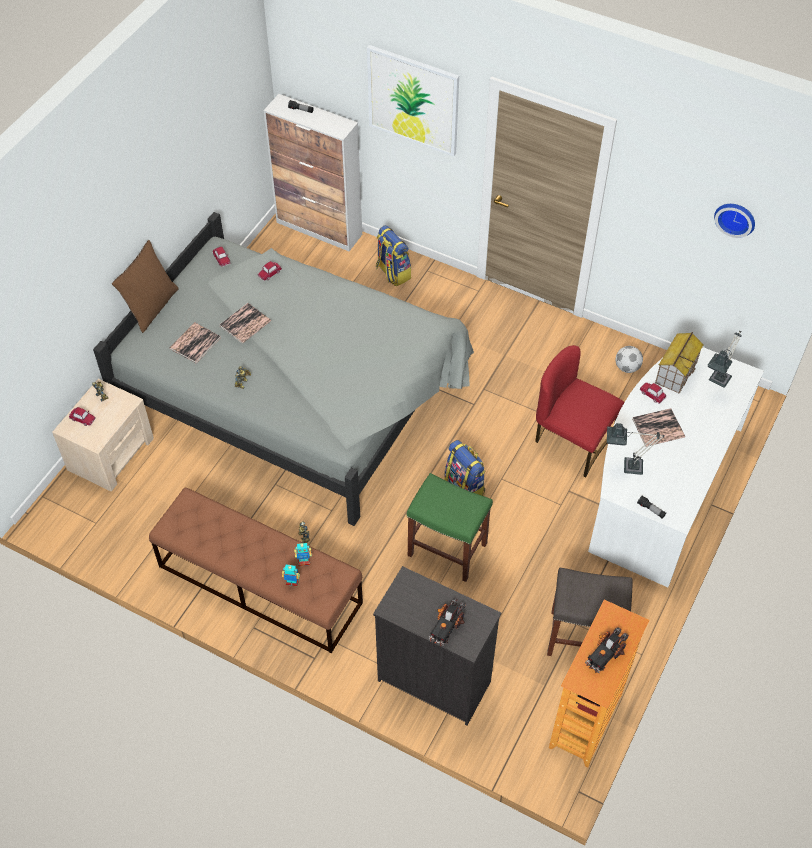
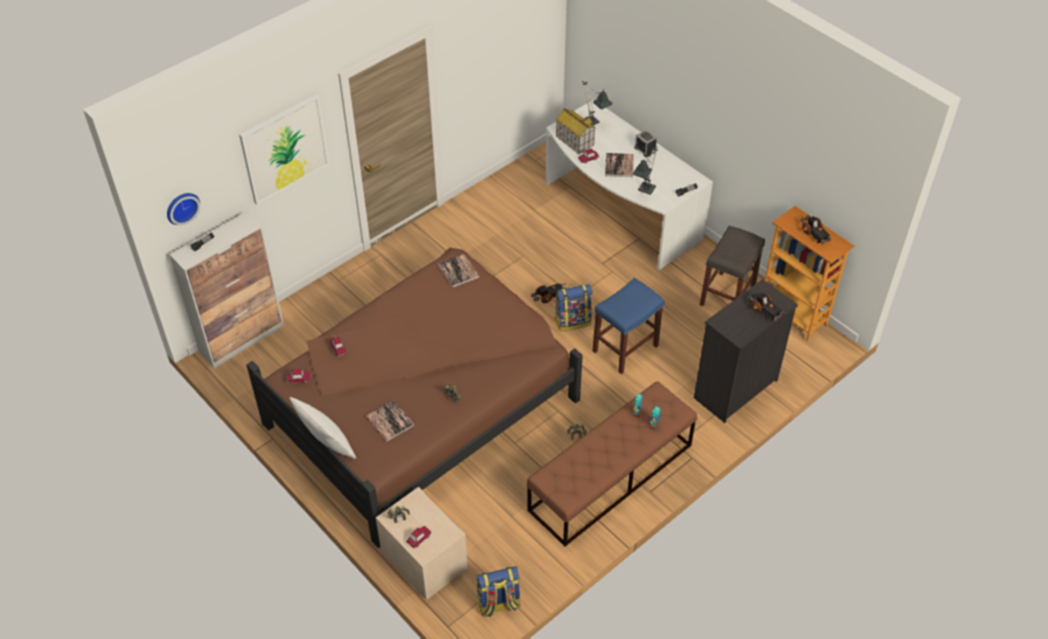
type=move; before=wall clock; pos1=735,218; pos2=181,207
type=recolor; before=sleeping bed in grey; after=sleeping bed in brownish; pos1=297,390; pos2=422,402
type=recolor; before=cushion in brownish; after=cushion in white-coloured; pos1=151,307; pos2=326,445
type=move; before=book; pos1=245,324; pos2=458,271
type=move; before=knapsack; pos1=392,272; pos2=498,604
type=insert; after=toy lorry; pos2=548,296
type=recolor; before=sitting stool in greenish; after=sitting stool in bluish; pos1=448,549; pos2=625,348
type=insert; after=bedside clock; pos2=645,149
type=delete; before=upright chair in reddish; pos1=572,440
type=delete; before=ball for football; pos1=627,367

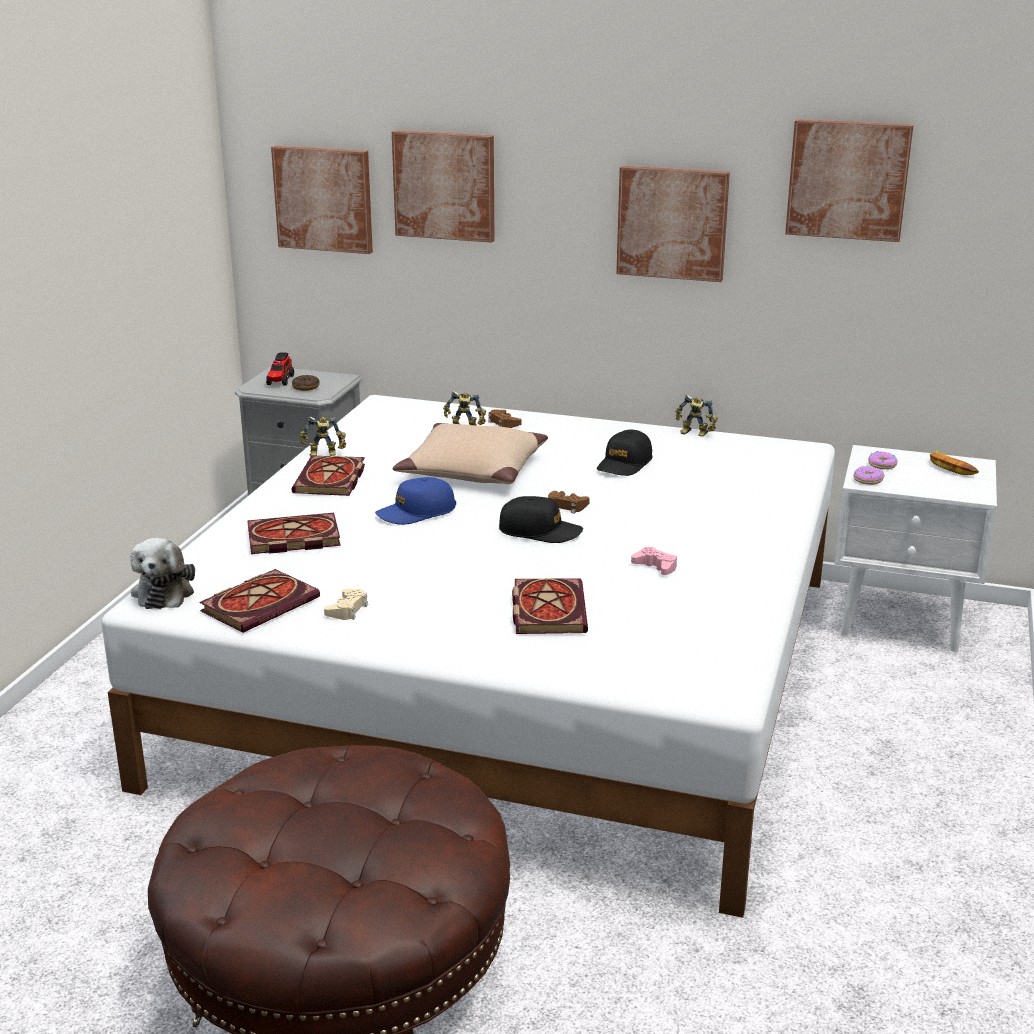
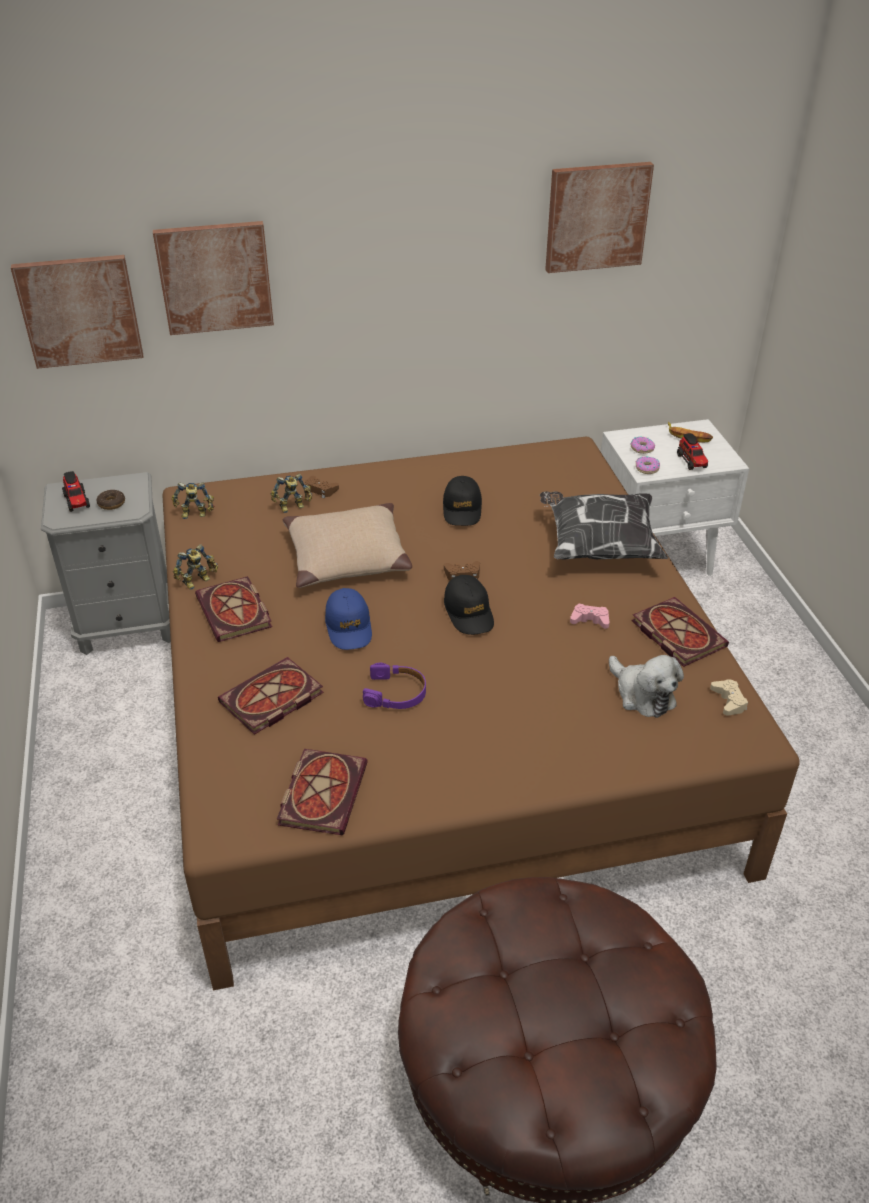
type=recolor; before=sleeping bed in white-coloured; after=sleeping bed in brownish; pos1=518,674; pos2=435,717
type=move; before=robot figure; pos1=694,434; pos2=195,515
type=rotate; before=baseball cap in bluish; pos1=416,512; pos2=349,626; turn=-45
type=insert; after=pair of headphones in purple-coloured; pos2=396,693
type=rotate; before=baseball cap in black-coloured; pos1=540,531; pos2=469,612; turn=90
type=insert; after=cushion; pos2=598,546
type=move; before=soft toy; pos1=164,591; pos2=642,694
type=move; before=book; pos1=547,609; pos2=675,633
type=insert; after=toy lorry; pos2=692,462
type=move; before=game controller in beige; pos1=347,609; pos2=728,701
type=delete; before=picture; pos1=672,223

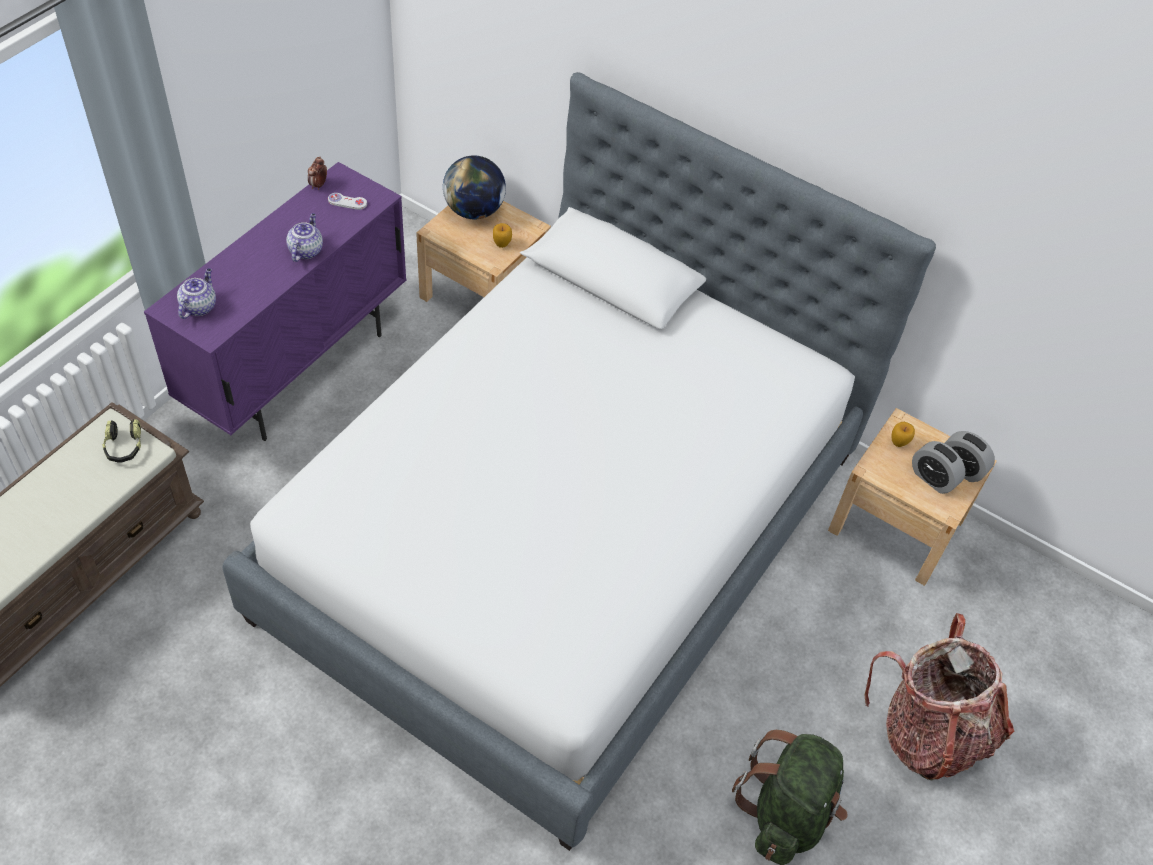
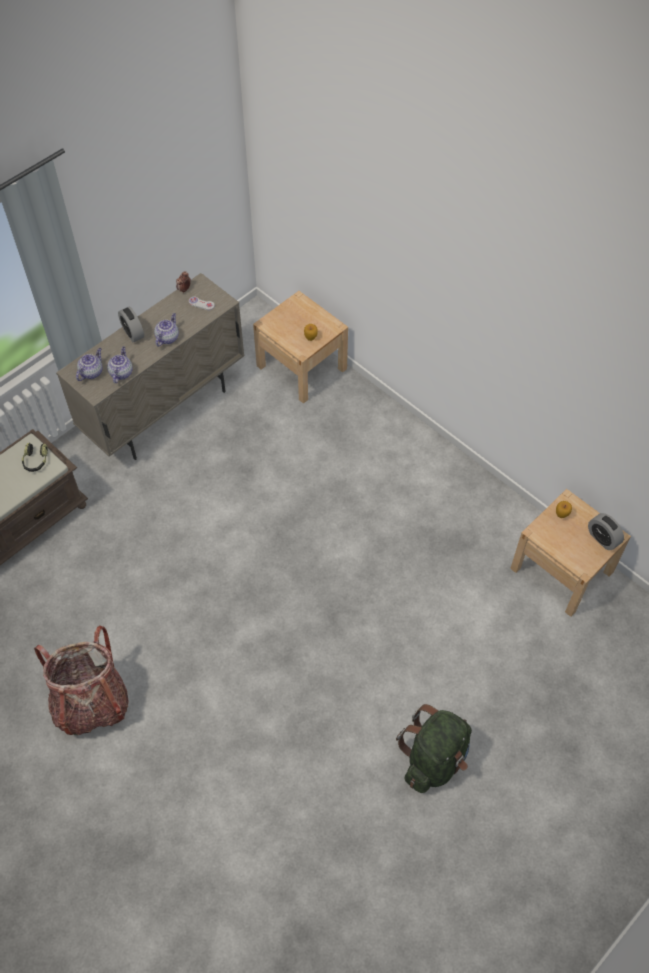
type=move; before=knapsack; pos1=928,733; pos2=91,703
type=recolor; before=cupboard in purple-coloured; after=cupboard in beige; pos1=299,369; pos2=165,411
type=insert; after=tea pot; pos2=121,373
type=move; before=bedside clock; pos1=932,478; pos2=133,333
type=delete; before=sleeping bed; pos1=566,535
type=delete; before=globe; pos1=474,211

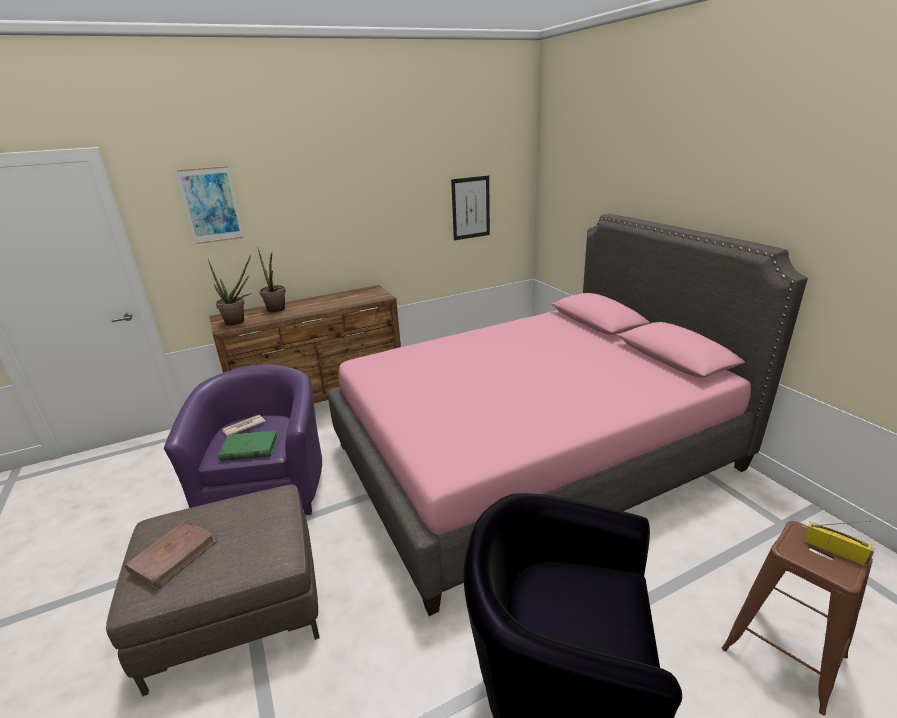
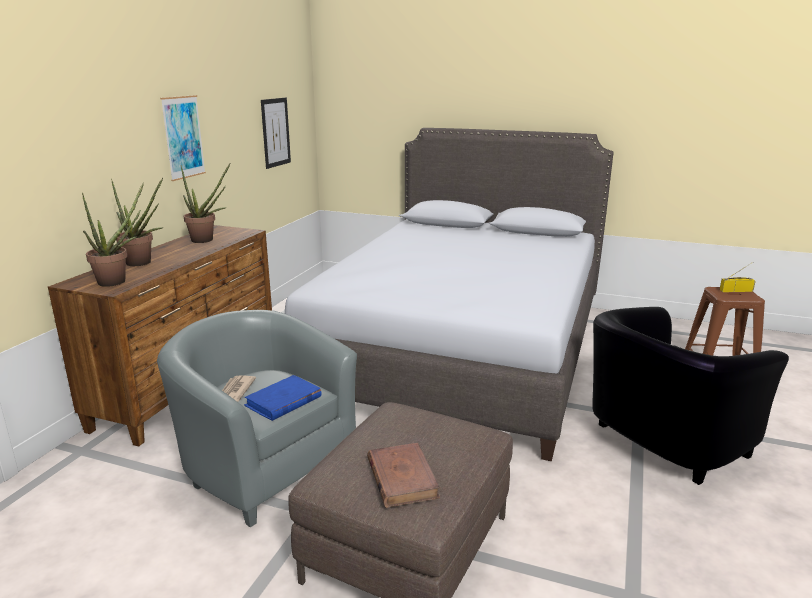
type=recolor; before=armchair in purple-coloured; after=armchair in grey; pos1=268,487; pos2=263,466
type=move; before=picture; pos1=211,205; pos2=183,137
type=insert; after=plant in a pot; pos2=207,240
type=recolor; before=book in greenish; after=book in bluish; pos1=249,448; pos2=283,401
type=recolor; before=sleeping bed in pinkish; after=sleeping bed in grey; pos1=531,456; pos2=461,349

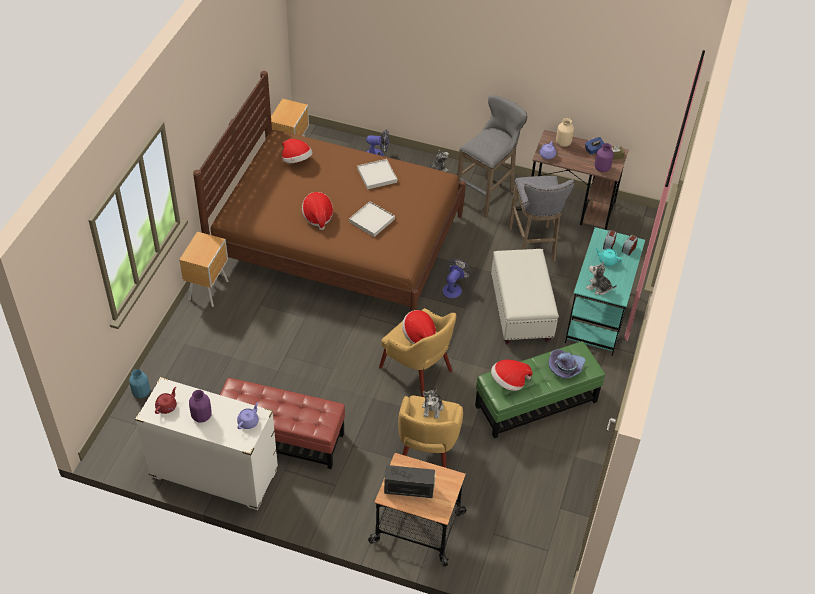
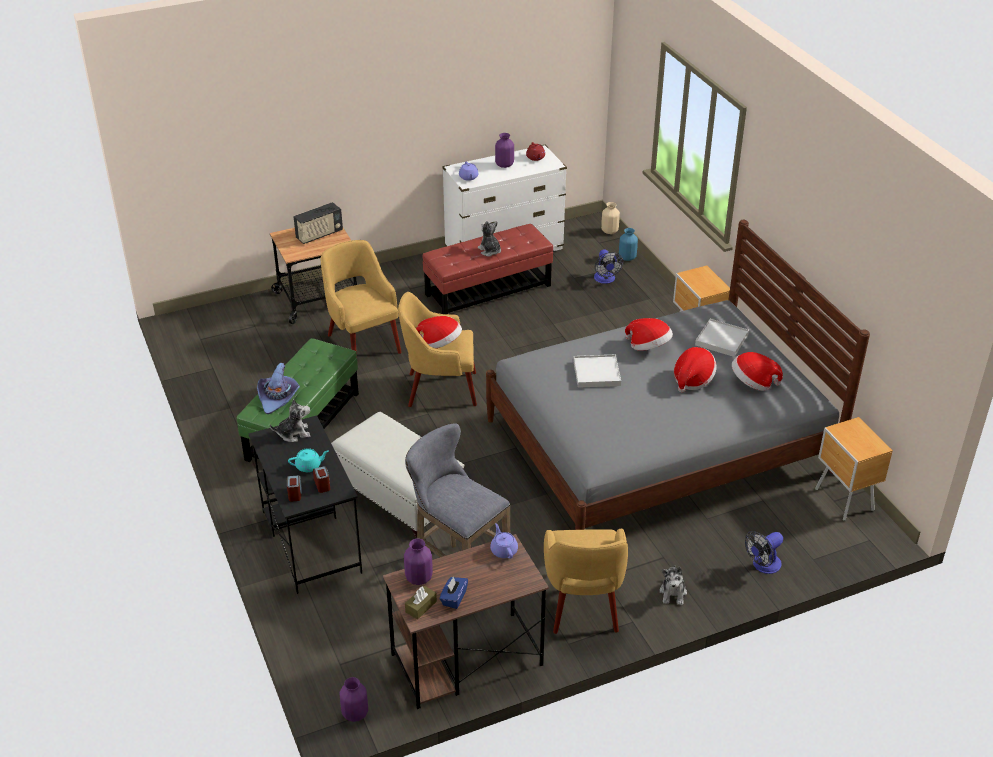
type=recolor; before=desk unit in turquoise-coloured; after=desk unit in black-coloured; pos1=598,317; pos2=310,540
type=insert; after=decorative vase in purple-coloured; pos2=354,714
type=move; before=soft toy; pos1=432,408; pos2=490,251
type=recolor; before=sleeping bed in brownish; after=sleeping bed in grey; pos1=338,241; pos2=658,446
type=replace; before=sitting stool in grey; after=armchair in yellowish; pos1=487,194; pos2=582,604
type=move; before=electric fan; pos1=454,288; pos2=605,280
type=move; before=decorative vase in beige; pos1=563,143; pos2=610,231
type=move; before=wearable hat; pos1=509,382; pos2=692,379
type=move; before=serving tray in white-coloured; pos1=377,175; pos2=721,340

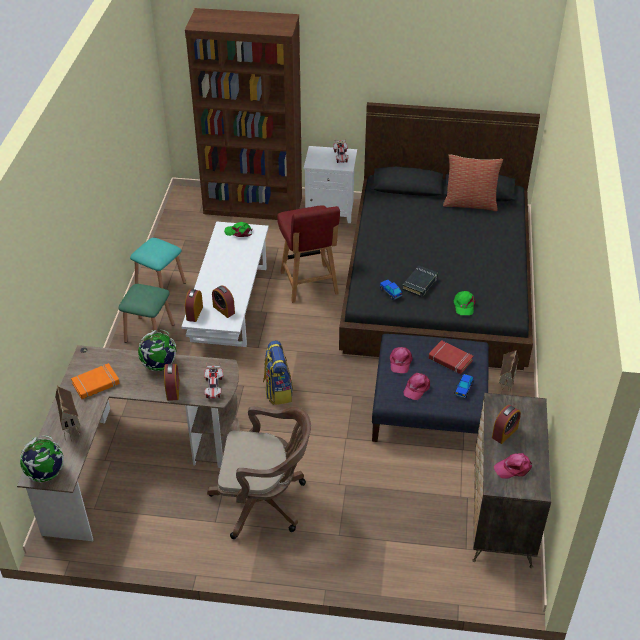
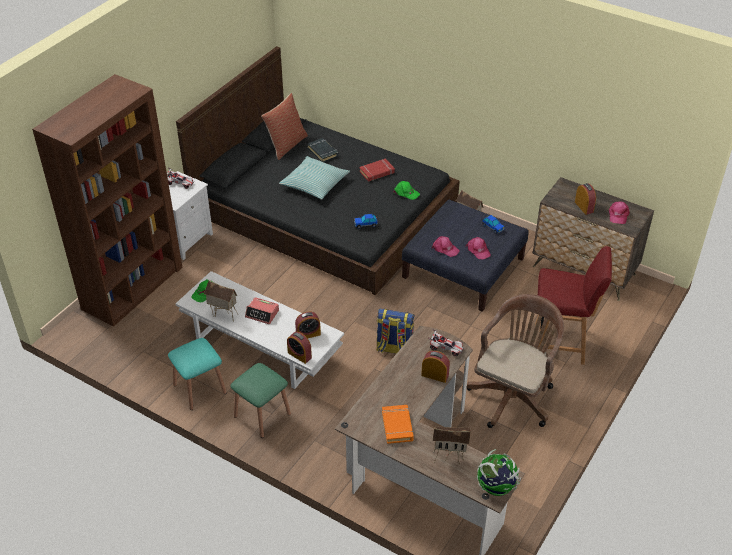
type=insert; after=miniature house; pos2=223,315
type=insert; after=bedside clock; pos2=262,314
type=insert; after=cushion; pos2=314,184
type=move; before=book in black-coloured; pos1=420,283; pos2=323,152
type=move; before=book in reddish; pos1=450,360; pos2=377,172
type=move; before=upright chair in reddish; pos1=309,284; pos2=561,343
type=delete; before=globe; pos1=159,365

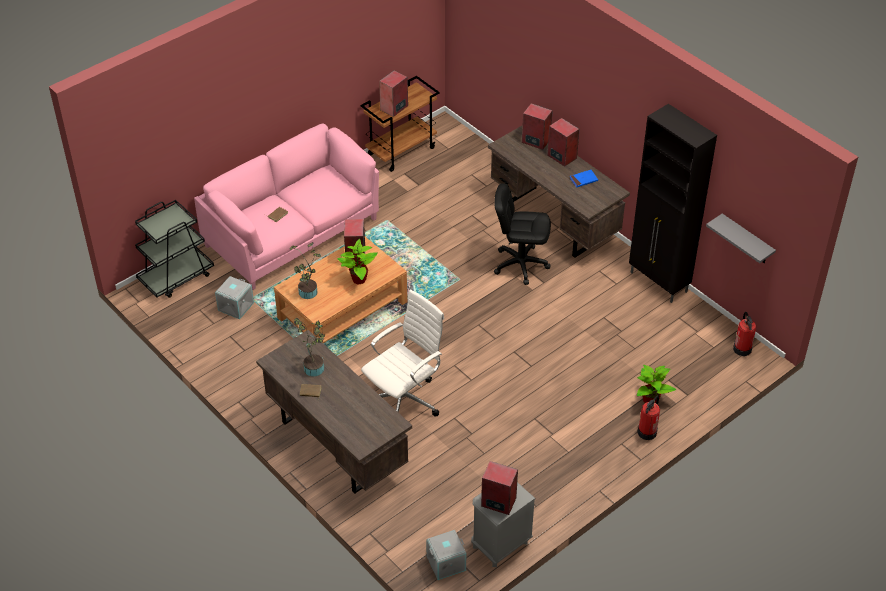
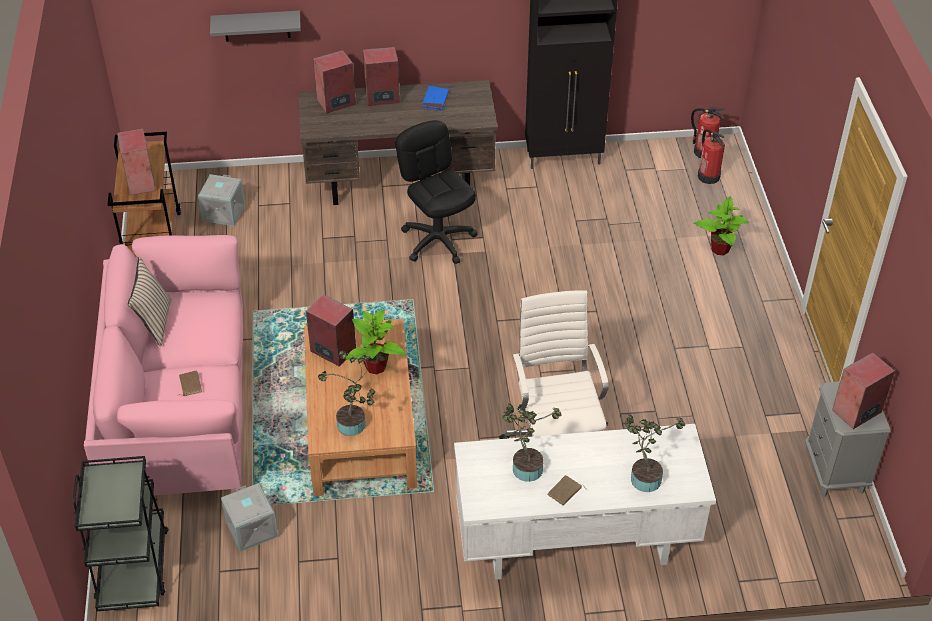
type=insert; after=cushion in beige; pos2=155,322
type=move; before=storage container in grey; pos1=446,562; pos2=223,212
type=move; before=shelf in grey; pos1=747,240; pos2=256,26
type=rotate; before=office chair in black-coloured; pos1=520,264; pos2=438,240; turn=105
type=recolor; before=desk unit in brownish; after=desk unit in white-coloured; pos1=335,444; pos2=574,544
type=insert; after=plant in a pot; pos2=643,477
type=move; before=fire-fighting cylinder; pos1=647,432; pos2=708,176

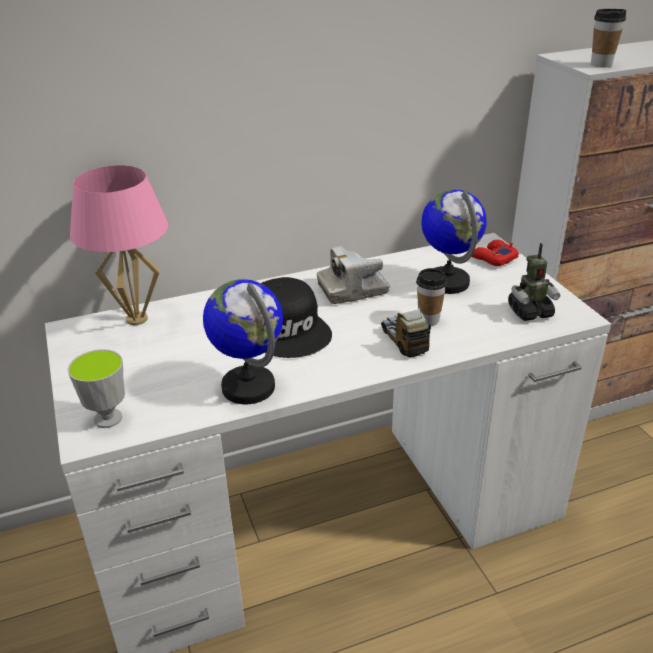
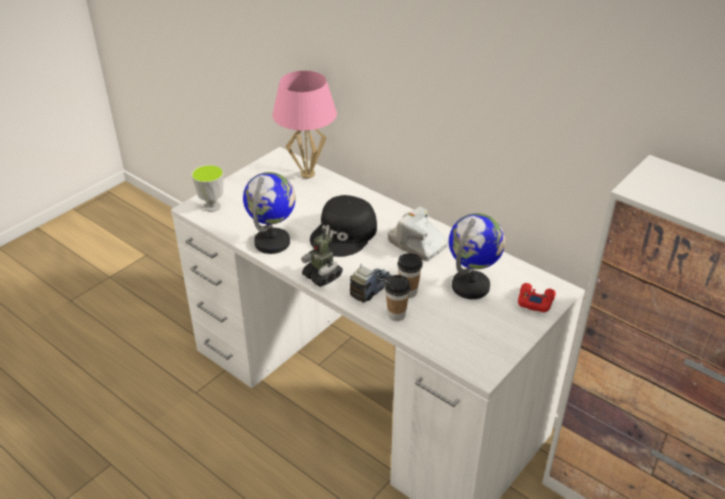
type=move; before=robot figure; pos1=529,312; pos2=322,276
type=move; before=small cup; pos1=601,64; pos2=396,315

